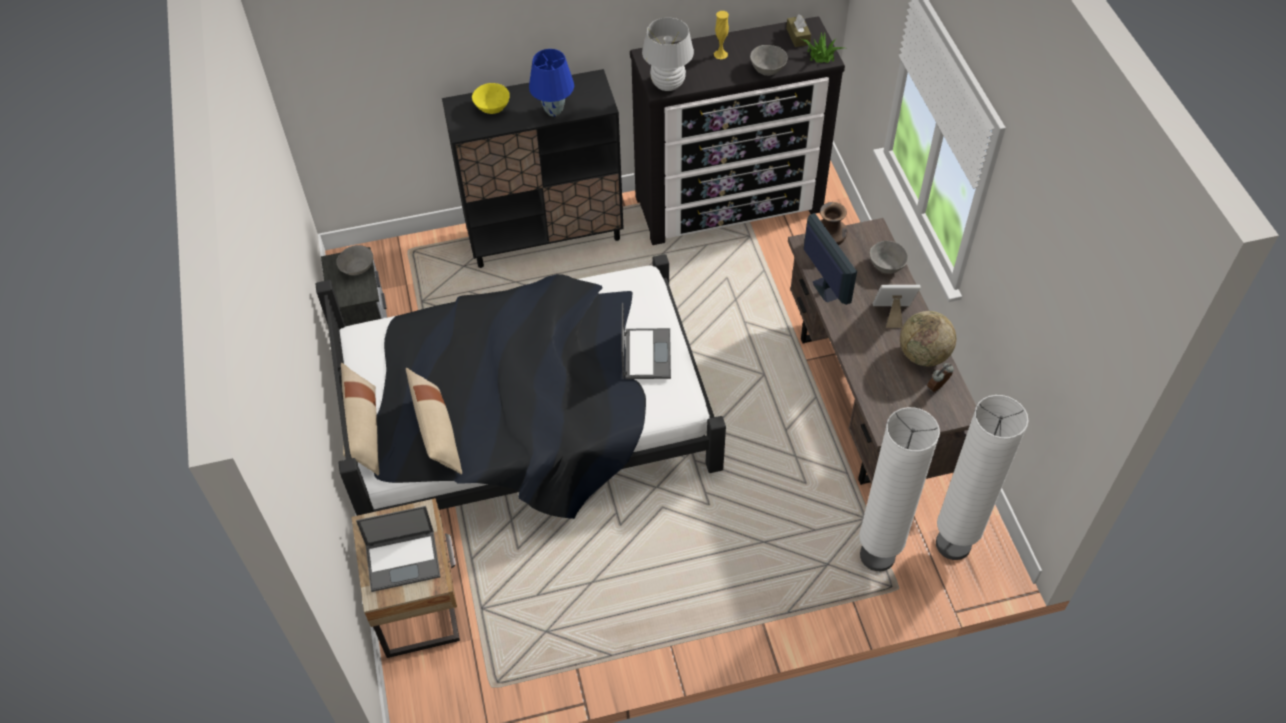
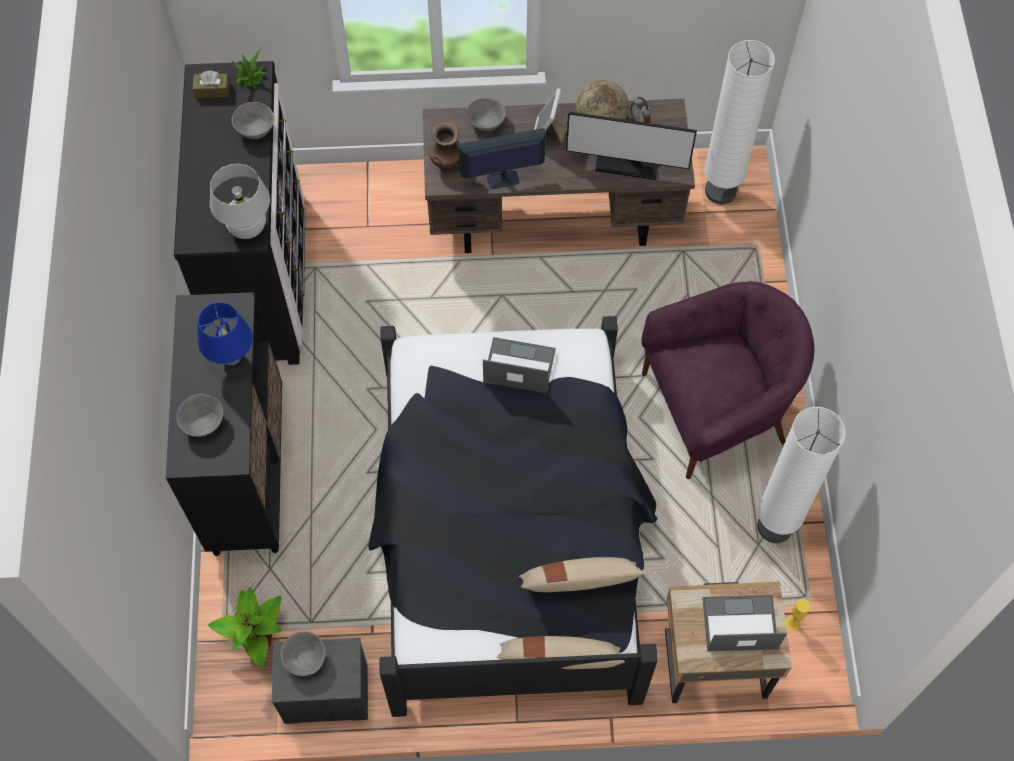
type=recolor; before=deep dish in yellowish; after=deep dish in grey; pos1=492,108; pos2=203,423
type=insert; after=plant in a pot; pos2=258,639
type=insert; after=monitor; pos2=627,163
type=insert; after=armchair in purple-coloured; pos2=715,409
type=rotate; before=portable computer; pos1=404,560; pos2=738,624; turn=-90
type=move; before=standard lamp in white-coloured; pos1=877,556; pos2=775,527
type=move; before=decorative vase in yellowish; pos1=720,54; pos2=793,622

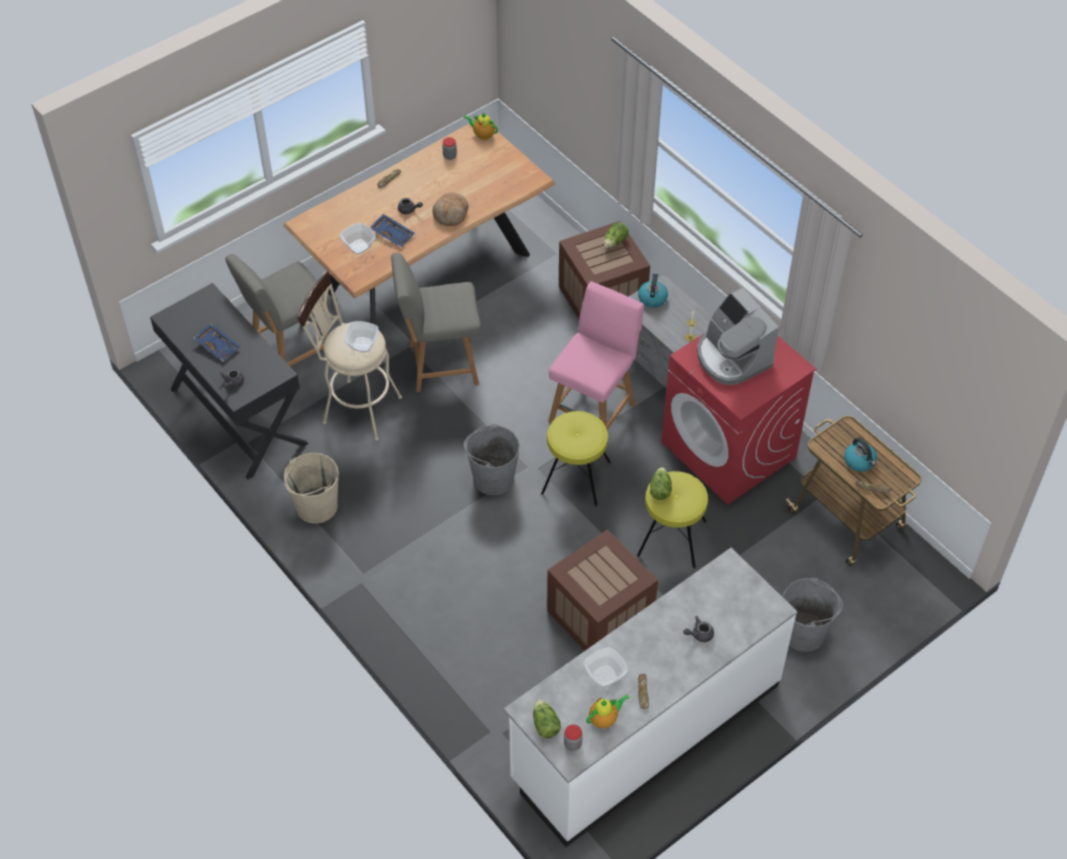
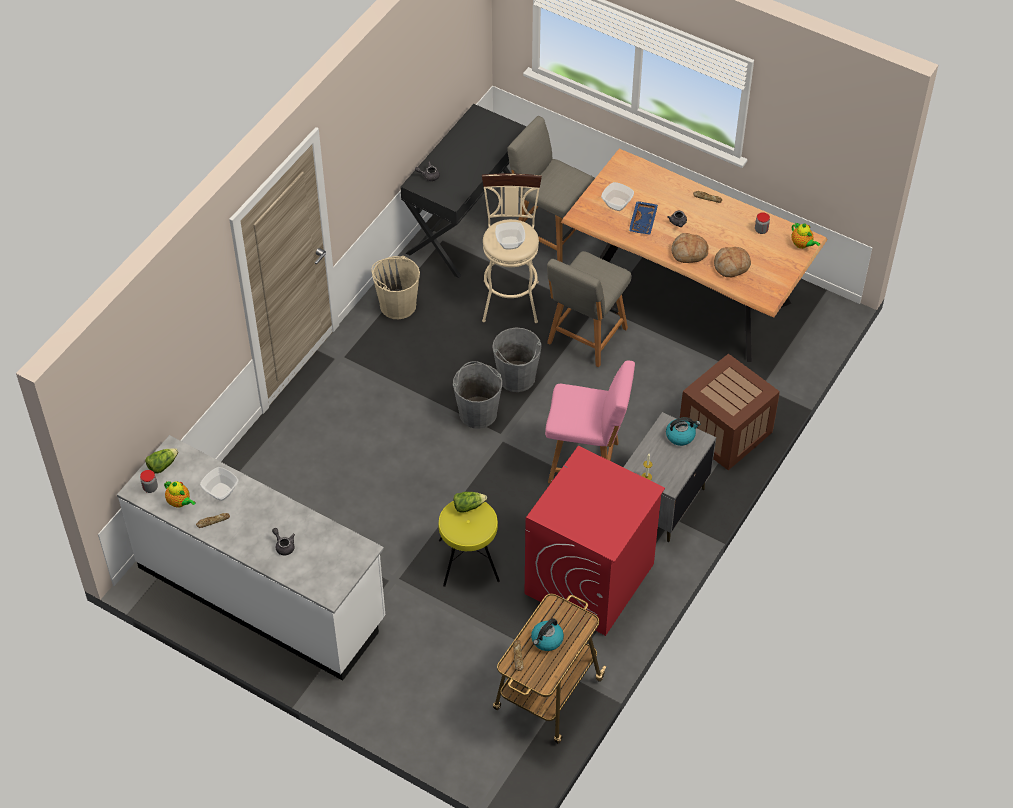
type=move; before=pail in grey; pos1=804,632; pos2=516,377
type=rotate; before=upright chair in grey; pos1=440,364; pos2=585,338; turn=-120
type=insert; after=bread; pos2=731,266
type=rotate; before=tea pot; pos1=482,135; pos2=802,244; turn=135
type=delete; before=serving tray in bluish; pos1=218,346
type=delete; before=sitting stool in yellowish; pos1=576,478
type=delete; before=crate; pos1=600,616
type=delete; before=head of lettuce; pos1=615,242
type=delete; before=coffee machine; pos1=732,357

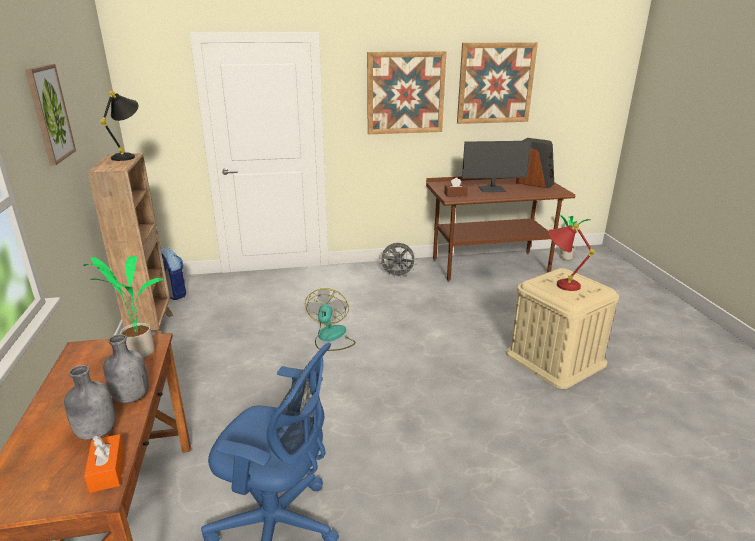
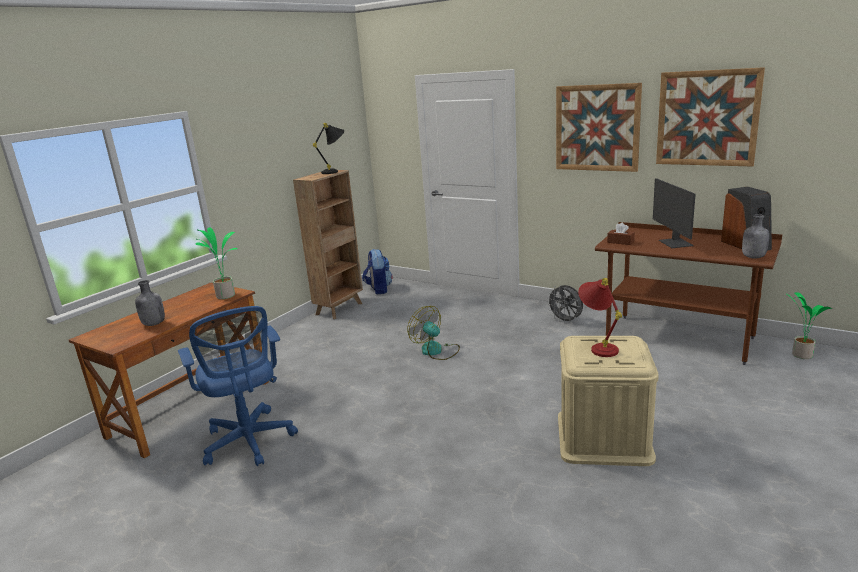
type=rotate; before=electric fan; pos1=331,338; pos2=436,351; turn=-90
type=rotate; before=monitor; pos1=492,189; pos2=674,243; turn=45
type=move; before=bottle in grey; pos1=130,397; pos2=753,257
type=delete; before=picture; pos1=49,113
type=delete; before=tissue holder in orange; pos1=107,470

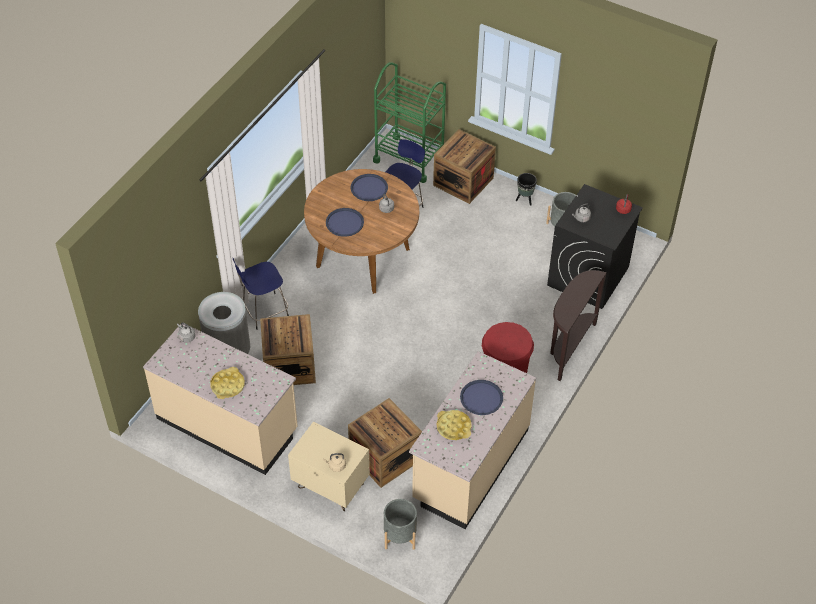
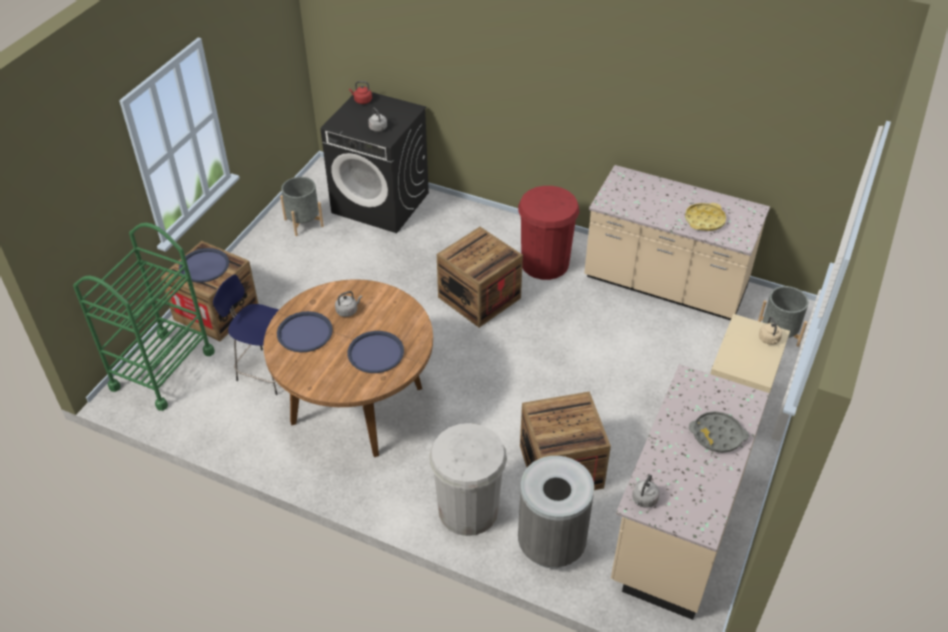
type=move; before=serving tray in bluish; pos1=481,398; pos2=204,266
type=replace; before=sitting stool in bluish; after=trash can in white-coloured; pos1=264,311; pos2=468,510
type=move; before=crate; pos1=385,457; pos2=479,298
type=recolor; before=serving tray in yellowish; after=serving tray in grey; pos1=227,385; pos2=717,435
type=delete; before=plant pot in black-coloured; pos1=525,200
type=delete; before=narrow table in brownish; pos1=568,347

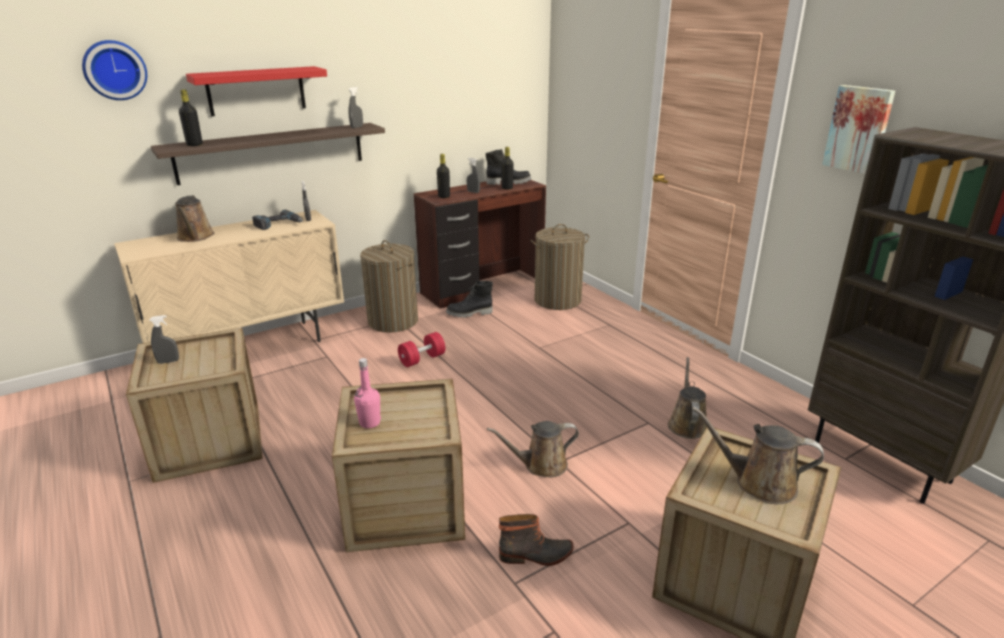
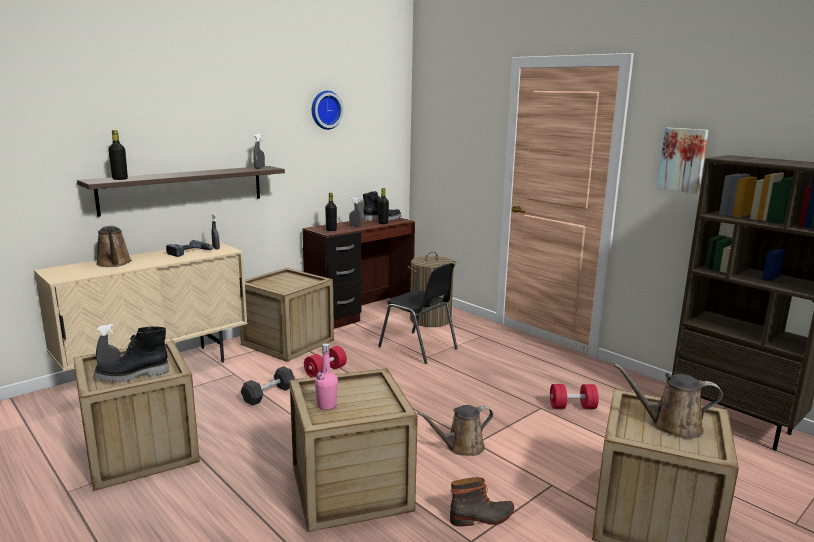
type=move; before=boot in black-coloured; pos1=469,314; pos2=132,376
type=replace; before=laundry basket; after=crate; pos1=393,321; pos2=288,342
type=insert; after=dumbbell in black-coloured; pos2=269,394
type=move; before=wall clock; pos1=114,70; pos2=325,110
type=insert; after=upright chair in black-coloured; pos2=419,348
type=replace; before=sprinkling can in brownish; after=dumbbell in reddish; pos1=686,424; pos2=572,407
type=delete; before=shelf in reddish; pos1=256,91

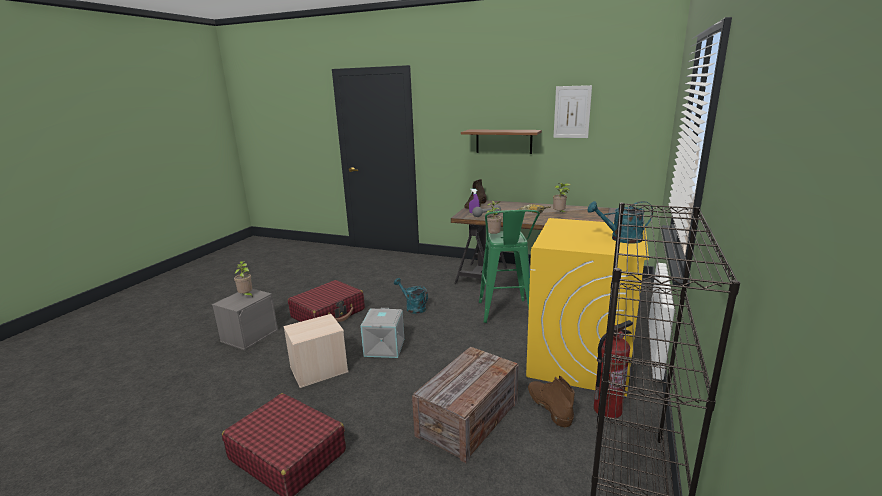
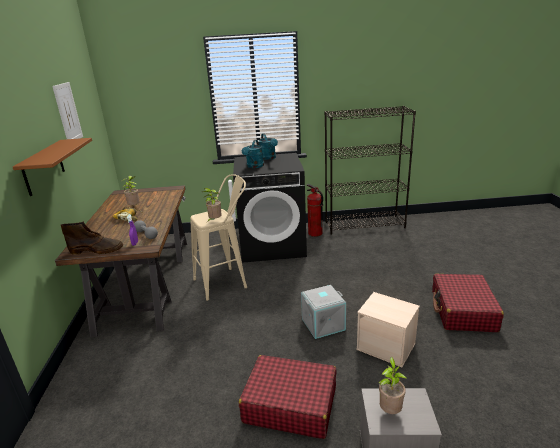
type=recolor; before=sitting stool in greenish; after=sitting stool in beige; pos1=505,314; pos2=226,282
type=recolor; before=laundry machine in yellowish; after=laundry machine in black-coloured; pos1=580,359; pos2=273,245
type=move; before=sprinkling can in turquoise-coloured; pos1=413,307; pos2=254,166
type=delete; before=crate; pos1=468,419
type=delete; before=boot in brownish; pos1=548,406

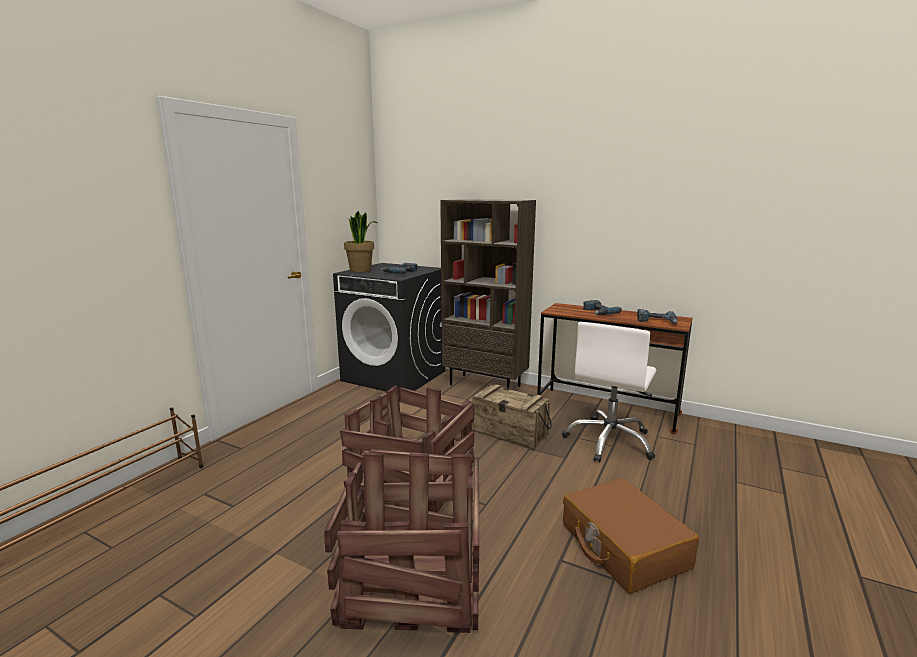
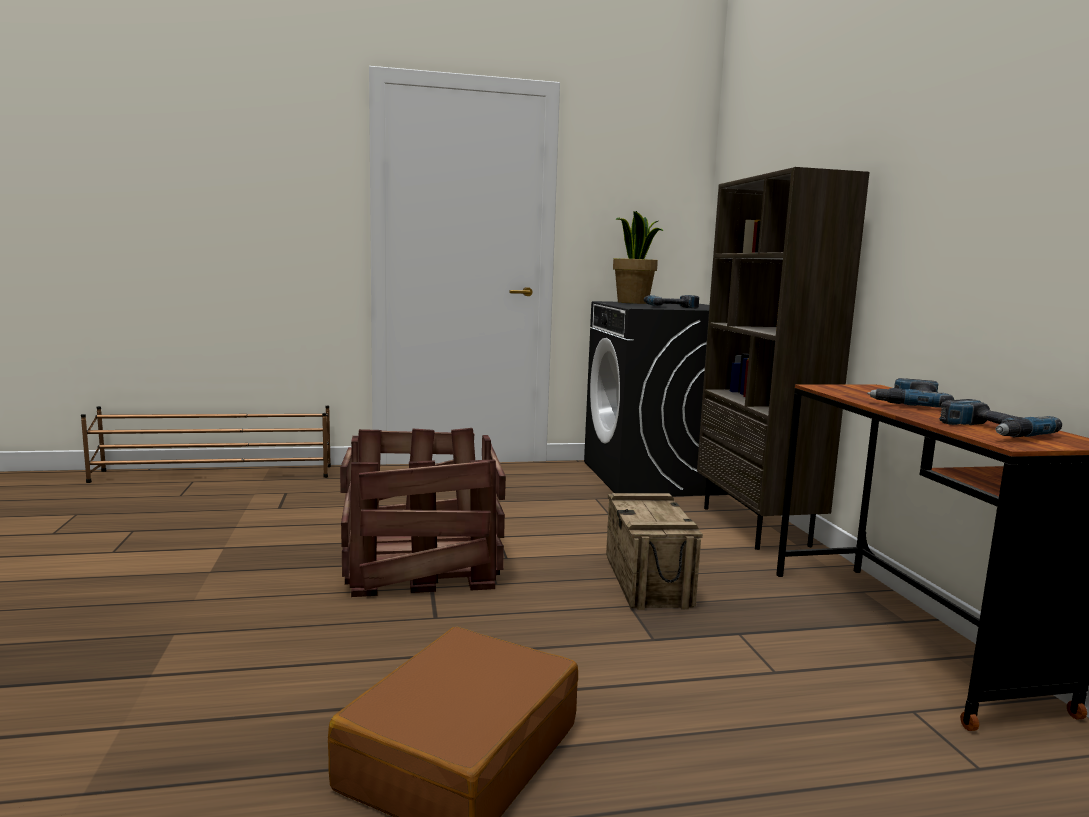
type=delete; before=crate; pos1=411,581
type=delete; before=office chair in white-coloured; pos1=609,441

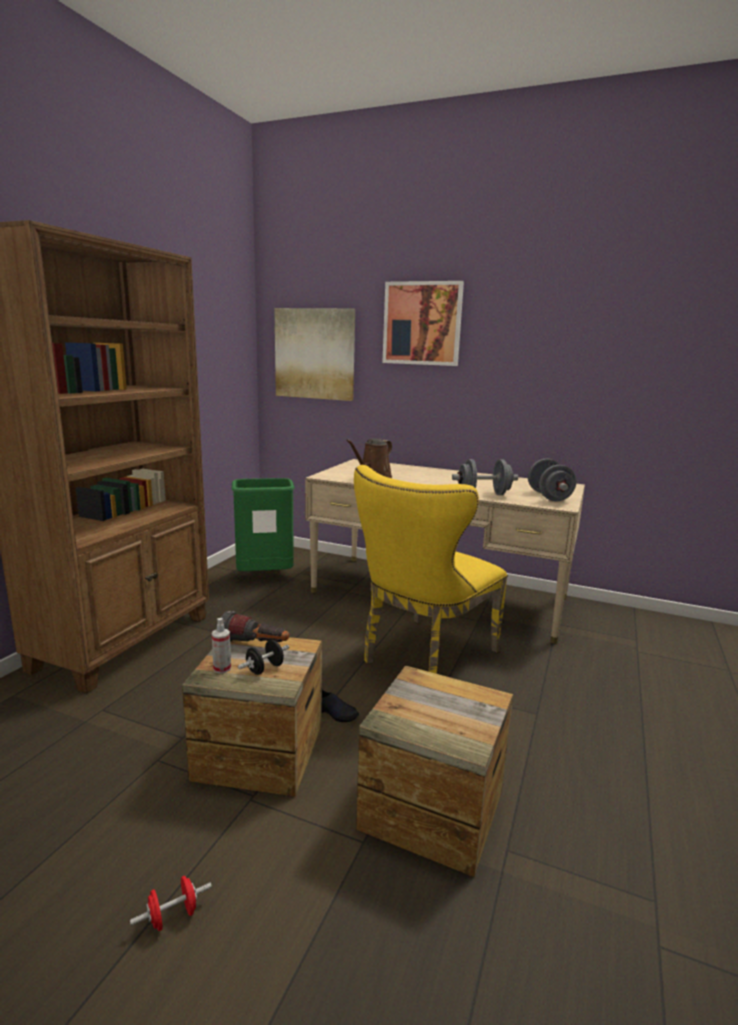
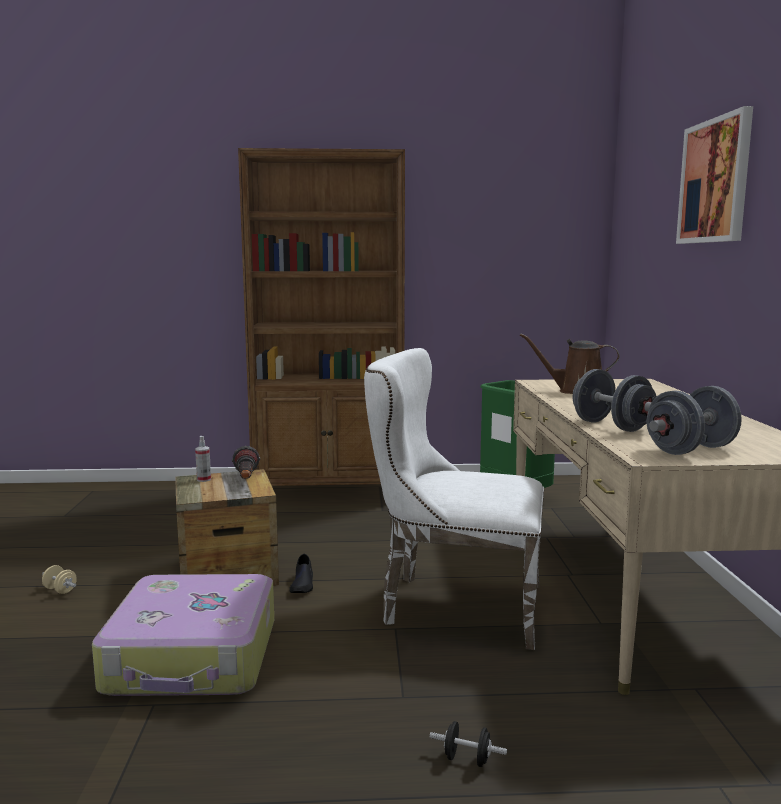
type=recolor; before=dumbbell in reddish; after=dumbbell in beige; pos1=173,916; pos2=60,590
type=replace; before=crate; after=travel case; pos1=432,808; pos2=194,657
type=recolor; before=upright chair in yellowish; after=upright chair in white-coloured; pos1=423,657; pos2=452,606
type=move; before=dumbbell in black-coloured; pos1=265,669; pos2=467,759
type=delete; before=picture; pos1=315,354

